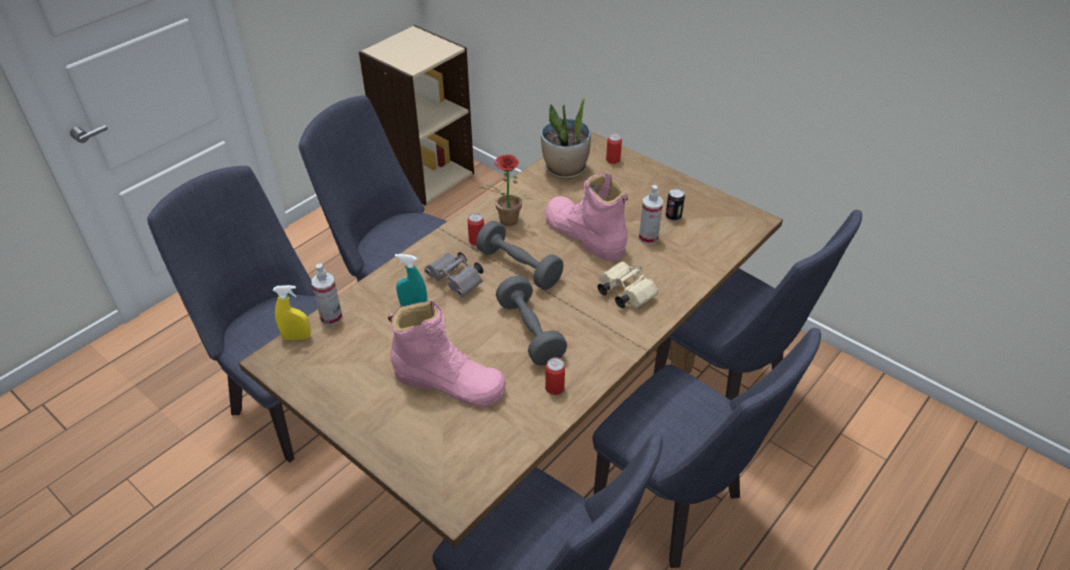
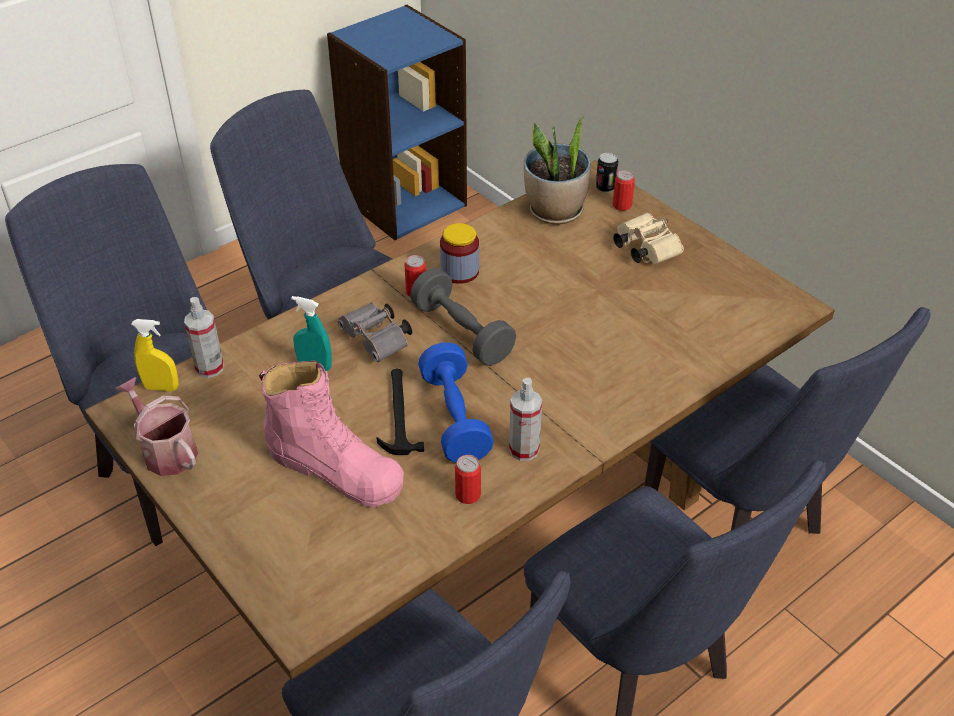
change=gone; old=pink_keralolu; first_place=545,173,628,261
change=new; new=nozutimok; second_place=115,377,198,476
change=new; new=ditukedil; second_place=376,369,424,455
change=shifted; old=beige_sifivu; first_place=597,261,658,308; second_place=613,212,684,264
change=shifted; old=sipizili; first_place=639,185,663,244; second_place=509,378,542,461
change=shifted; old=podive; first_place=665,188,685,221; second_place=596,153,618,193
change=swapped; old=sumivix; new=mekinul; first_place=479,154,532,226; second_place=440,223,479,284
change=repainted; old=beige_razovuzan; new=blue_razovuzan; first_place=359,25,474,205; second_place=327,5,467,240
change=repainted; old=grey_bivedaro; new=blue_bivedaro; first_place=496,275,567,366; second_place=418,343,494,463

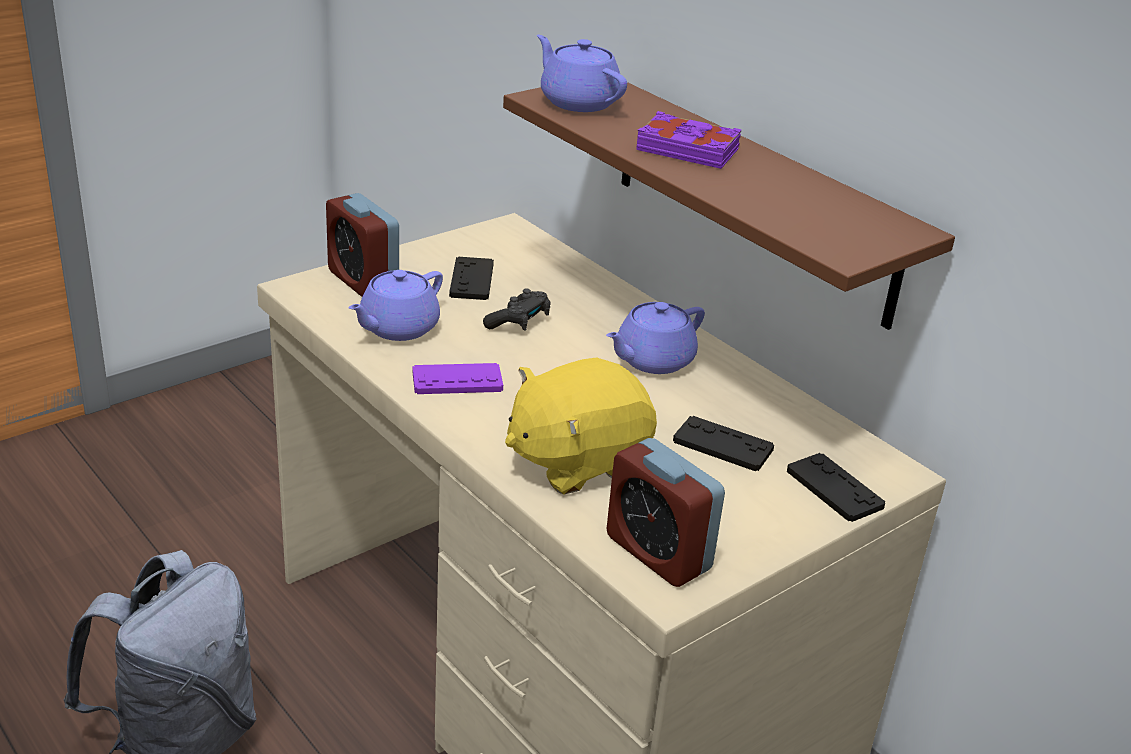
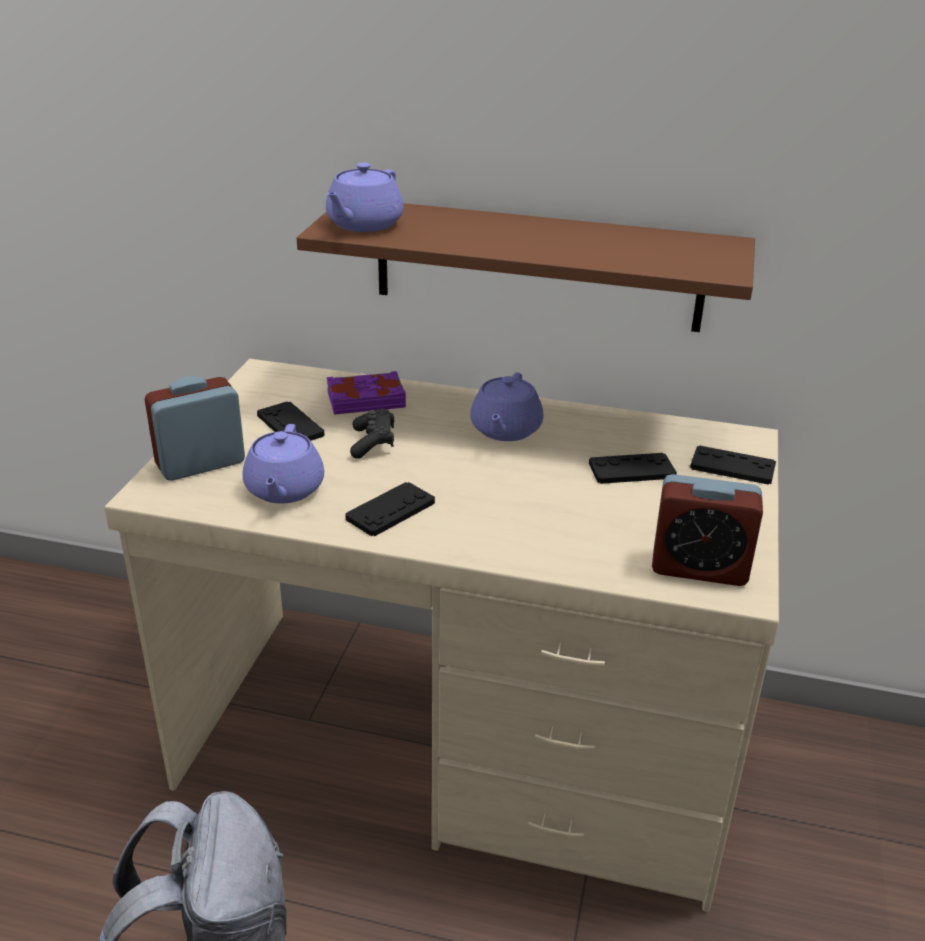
change=gone; old=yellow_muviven; first_place=505,357,657,495
change=shifted; old=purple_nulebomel; first_place=636,111,742,169; second_place=326,371,406,415
change=repainted; old=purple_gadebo; new=black_gadebo; first_place=412,363,503,394; second_place=345,482,435,536
change=rotated; old=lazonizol; first_place=326,193,399,297; second_place=144,376,245,481; degrees=135
change=rotated; old=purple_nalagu; first_place=537,35,627,112; second_place=326,162,404,232; degrees=-75

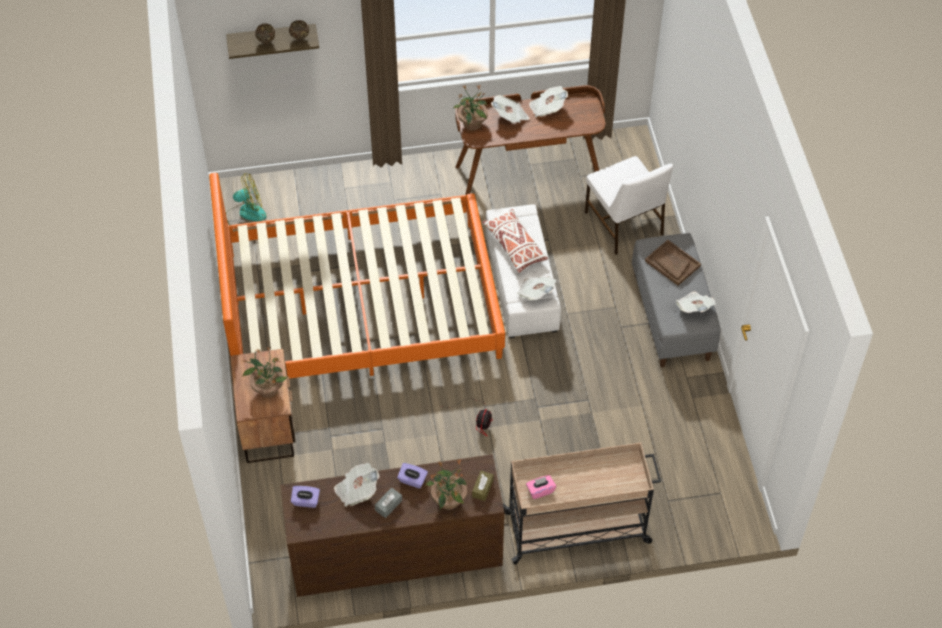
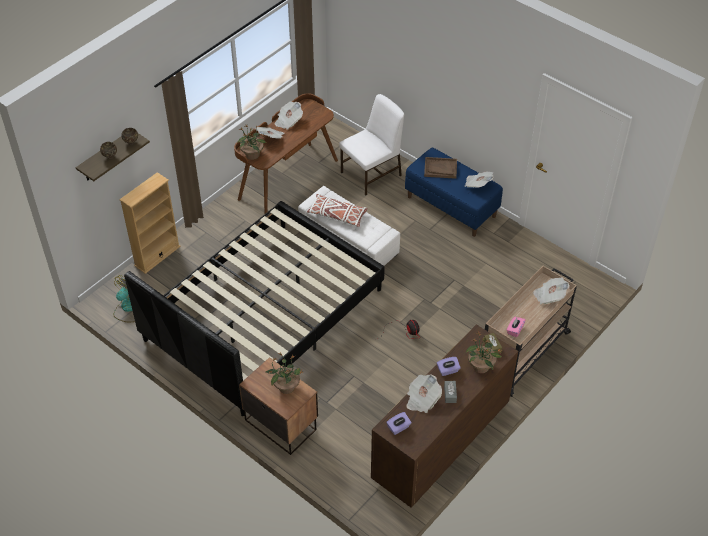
change=new; new=beige_razovuzan; second_place=119,172,180,274
change=shifted; old=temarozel; first_place=517,276,556,300; second_place=533,277,569,305
change=repainted; old=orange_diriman; new=black_diriman; first_place=209,173,505,379; second_place=124,201,385,416
change=repainted; old=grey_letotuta; new=blue_letotuta; first_place=632,233,720,367; second_place=405,147,503,237
change=rotated; old=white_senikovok; first_place=585,156,673,255; second_place=339,94,404,195; degrees=-60

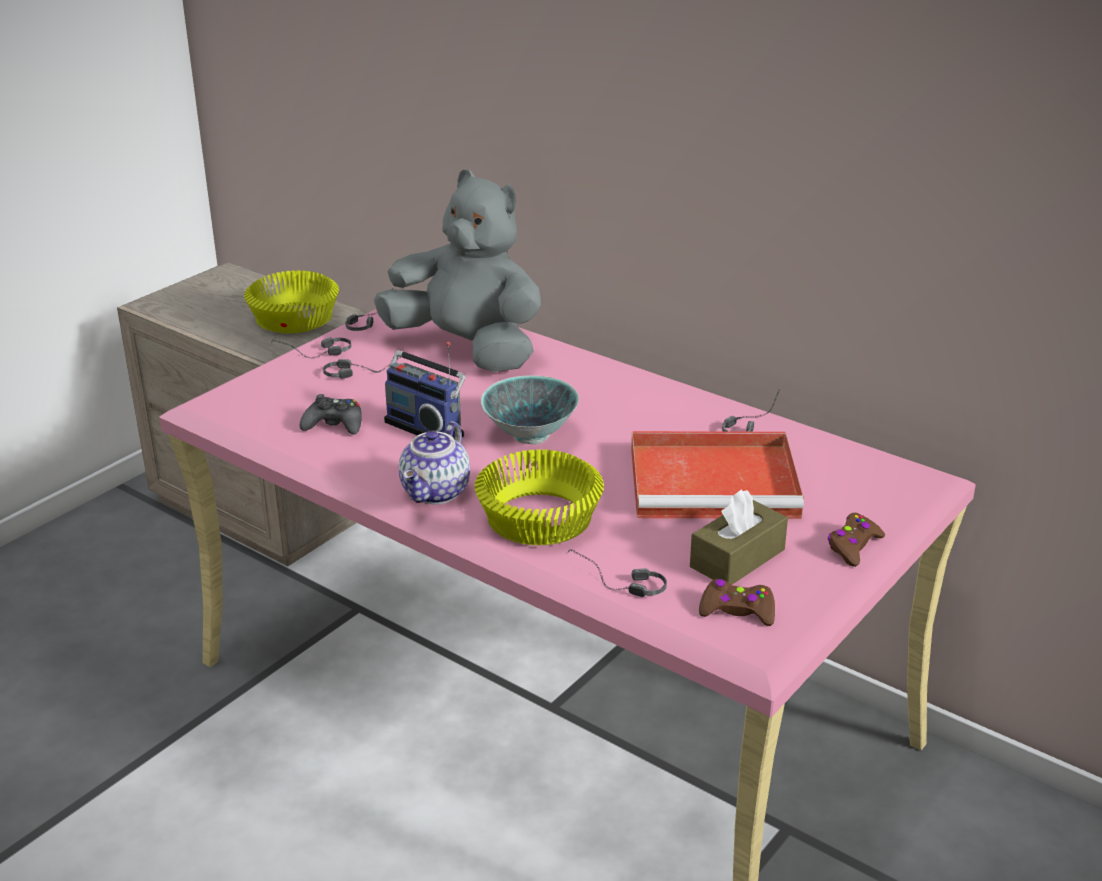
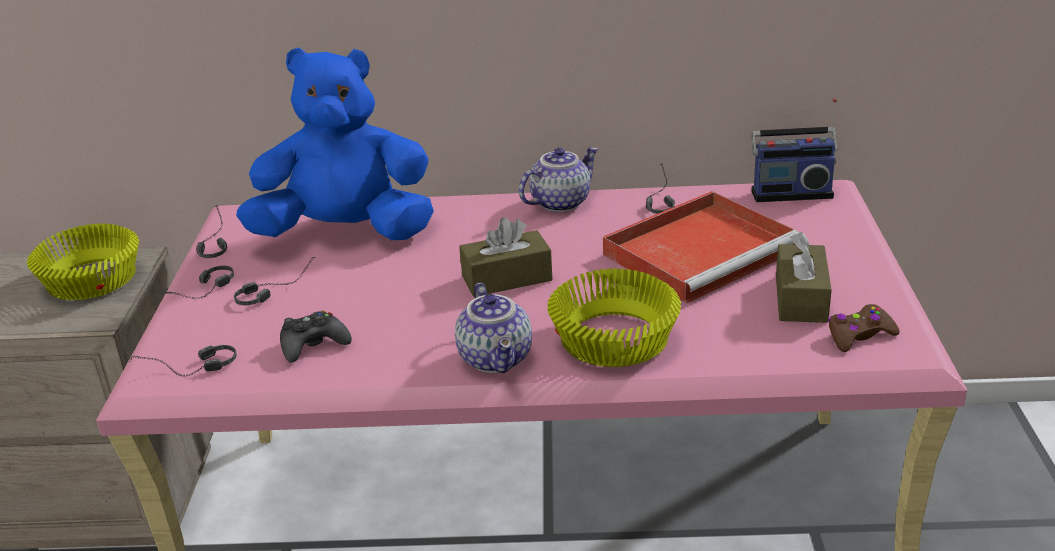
change=gone; old=brown_gadebo; first_place=827,513,885,567
change=new; new=nalagu; second_place=519,147,599,212
change=shifted; old=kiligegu; first_place=384,342,466,438; second_place=752,98,838,202
change=shifted; old=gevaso; first_place=566,549,667,597; second_place=130,345,237,377
change=swapped; old=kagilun; new=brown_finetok; first_place=481,375,579,444; second_place=459,217,552,297
change=repainted; old=grey_muviven; new=blue_muviven; first_place=374,169,541,372; second_place=236,48,434,240

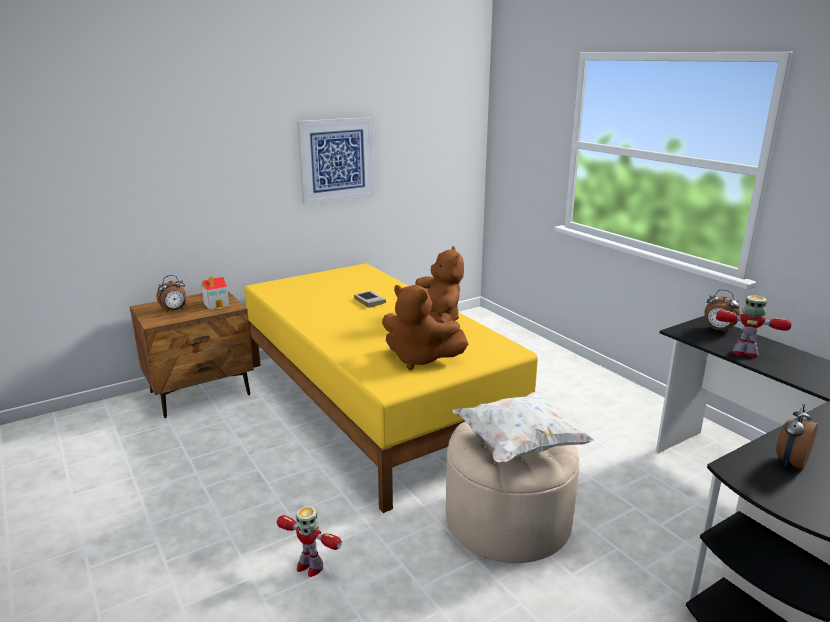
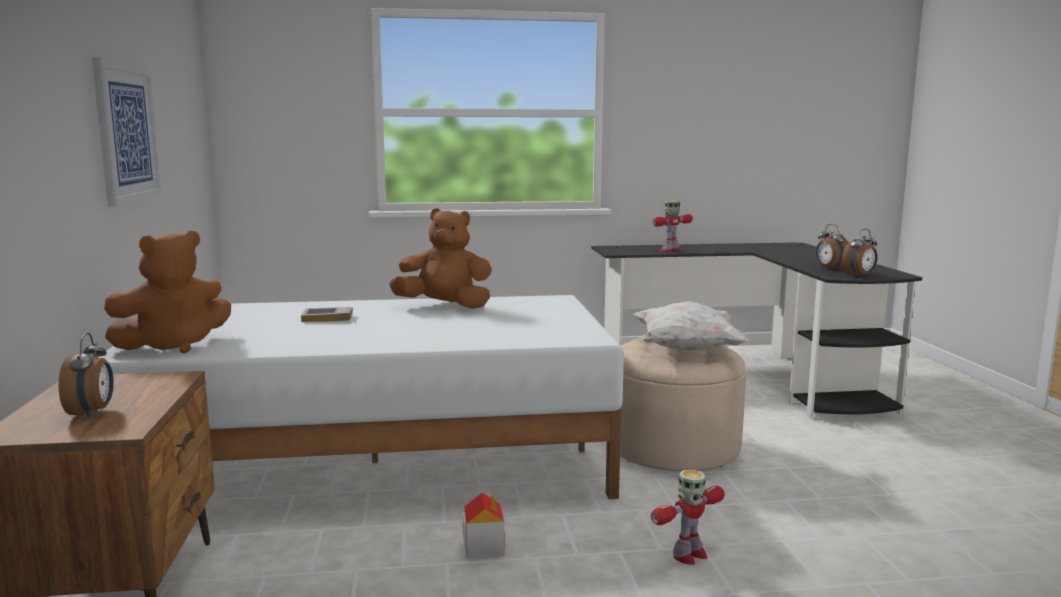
change=shifted; old=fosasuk; first_place=201,276,229,310; second_place=462,492,505,558
change=shifted; old=brown_muviven; first_place=382,285,469,370; second_place=104,231,231,353
change=shifted; old=lazonizol; first_place=704,289,740,333; second_place=842,229,878,277
change=repainted; old=yellow_diriman; new=white_diriman; first_place=244,263,538,513; second_place=99,295,624,499

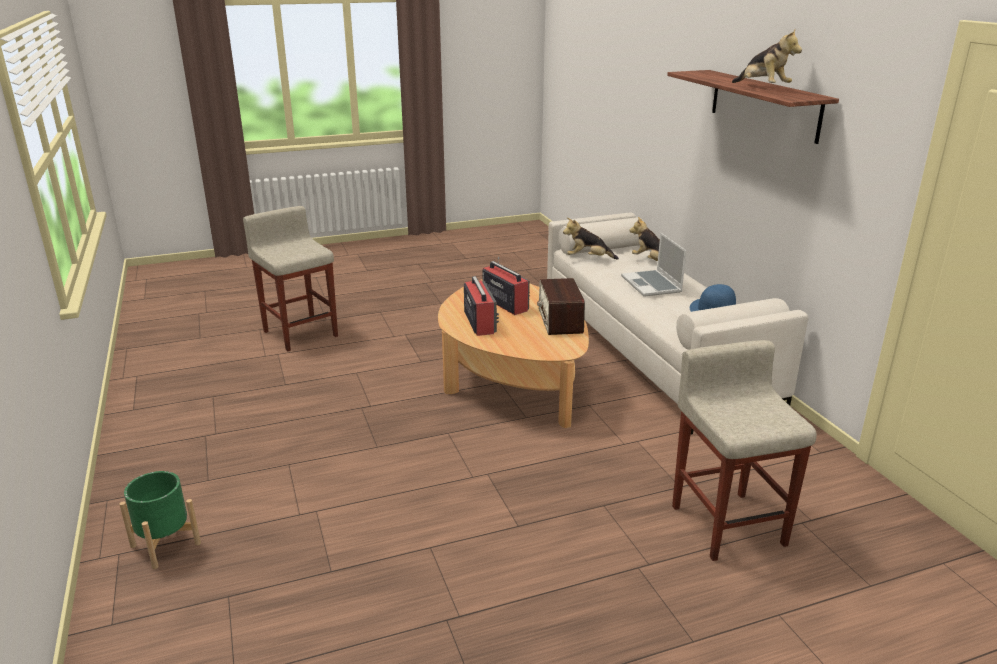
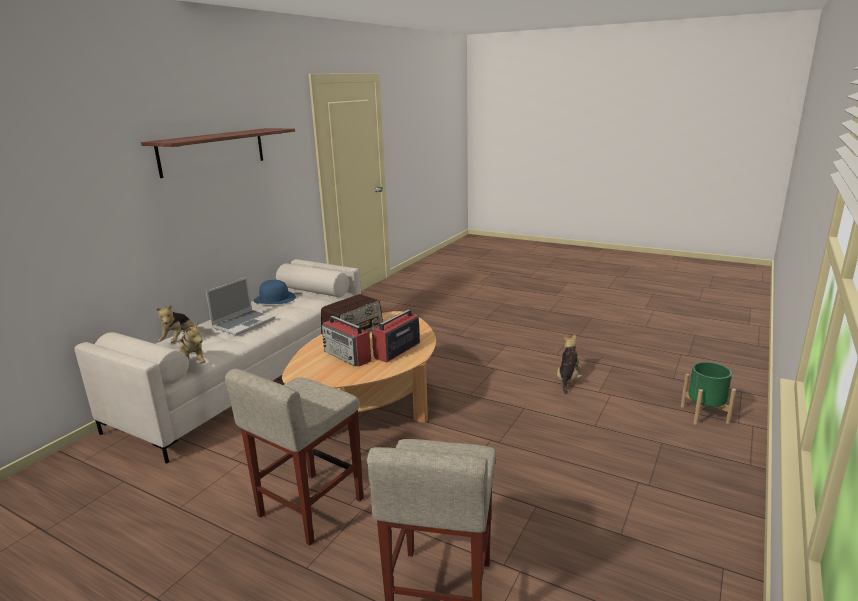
change=shifted; old=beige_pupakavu; first_place=672,340,817,561; second_place=225,369,363,546
change=shifted; old=muviven; first_place=732,30,802,83; second_place=557,335,582,394
change=rotated; old=kiligegu; first_place=482,257,530,315; second_place=322,316,371,367; degrees=-60

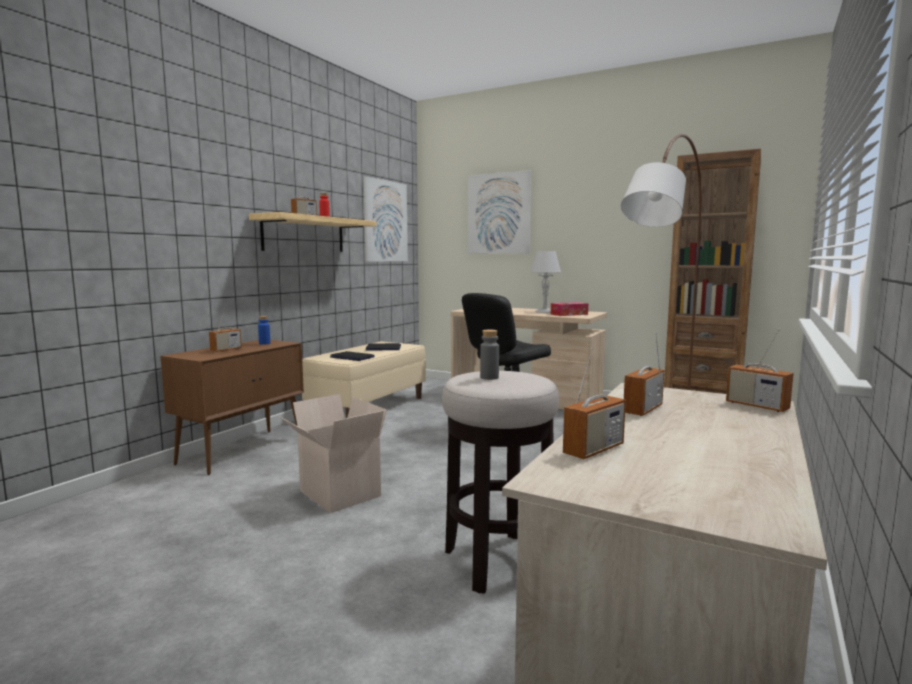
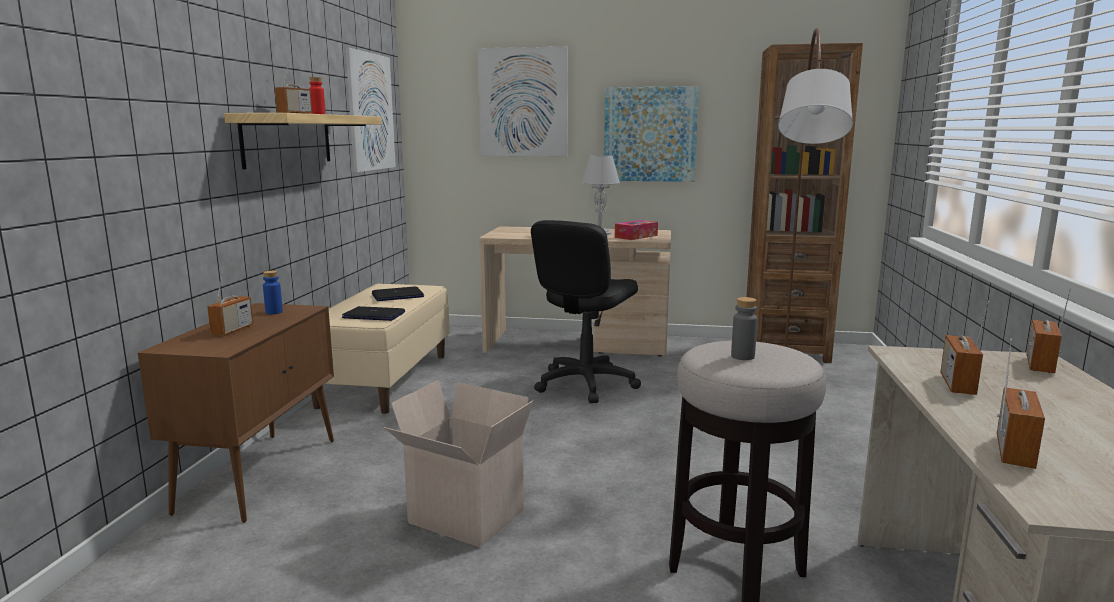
change=new; new=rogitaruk; second_place=604,86,699,182
change=rotated; old=kiligegu; first_place=726,329,794,412; second_place=1027,288,1071,373; degrees=90

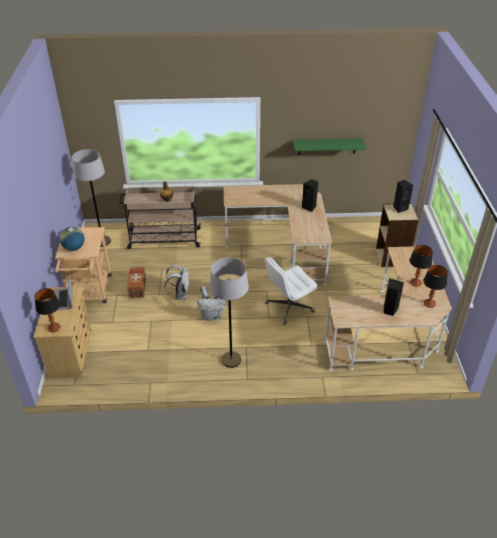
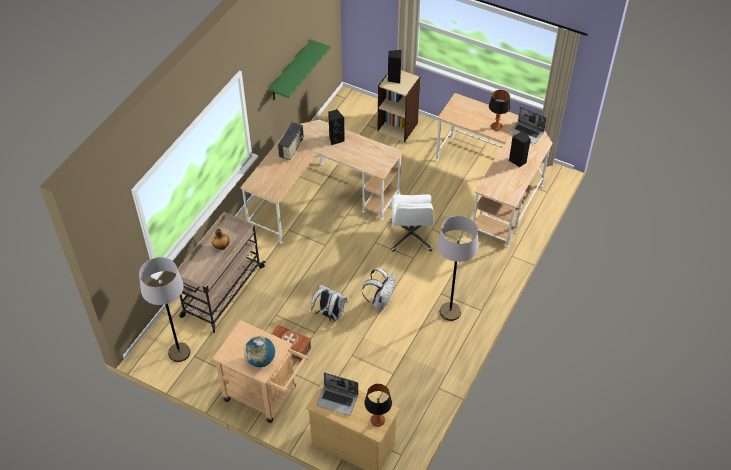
change=new; new=kiligegu; second_place=278,122,304,160
change=swapped; old=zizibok; new=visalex; first_place=423,265,448,308; second_place=509,107,547,144

